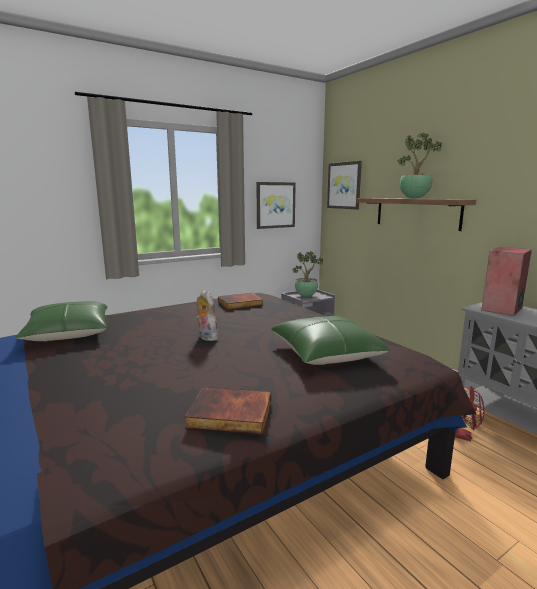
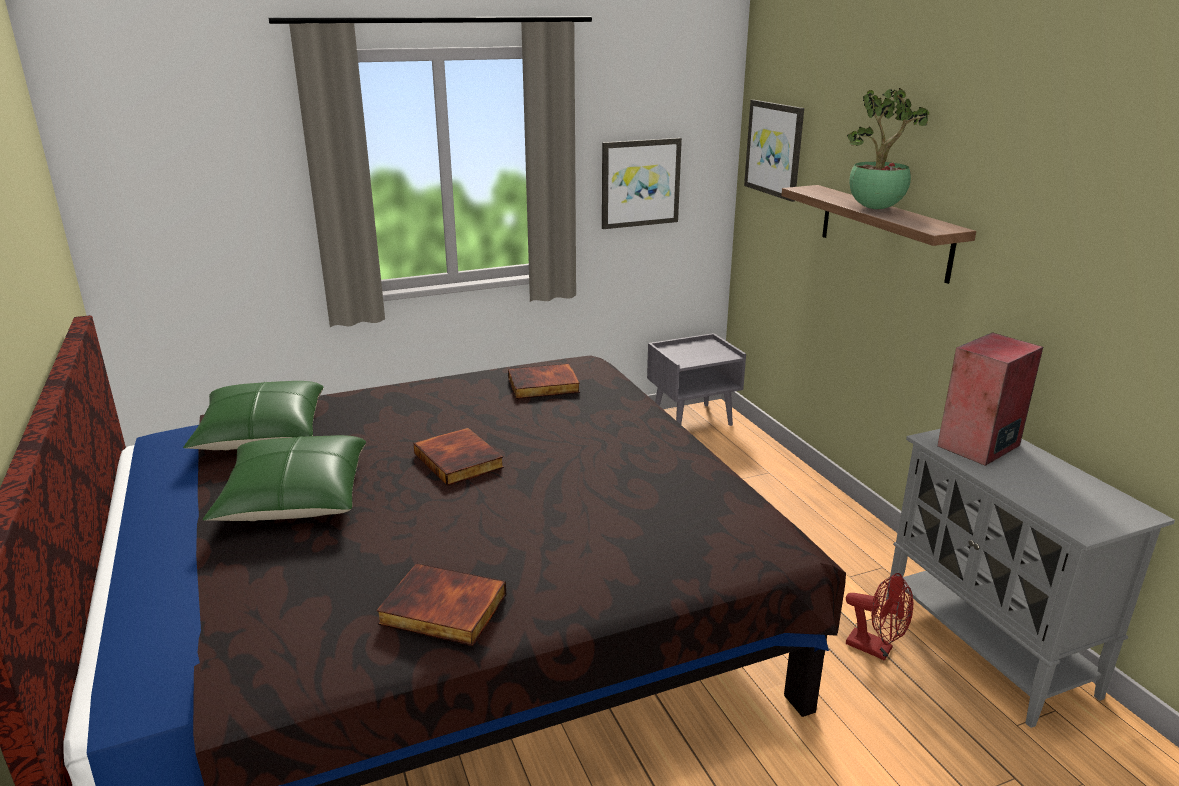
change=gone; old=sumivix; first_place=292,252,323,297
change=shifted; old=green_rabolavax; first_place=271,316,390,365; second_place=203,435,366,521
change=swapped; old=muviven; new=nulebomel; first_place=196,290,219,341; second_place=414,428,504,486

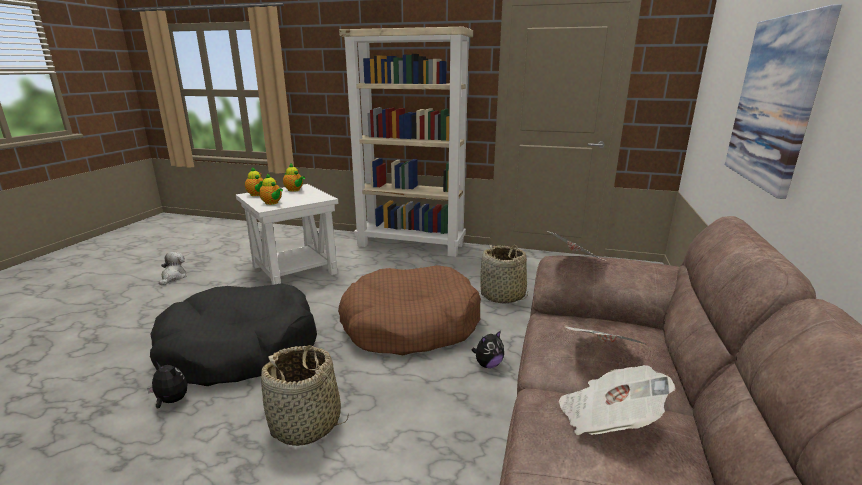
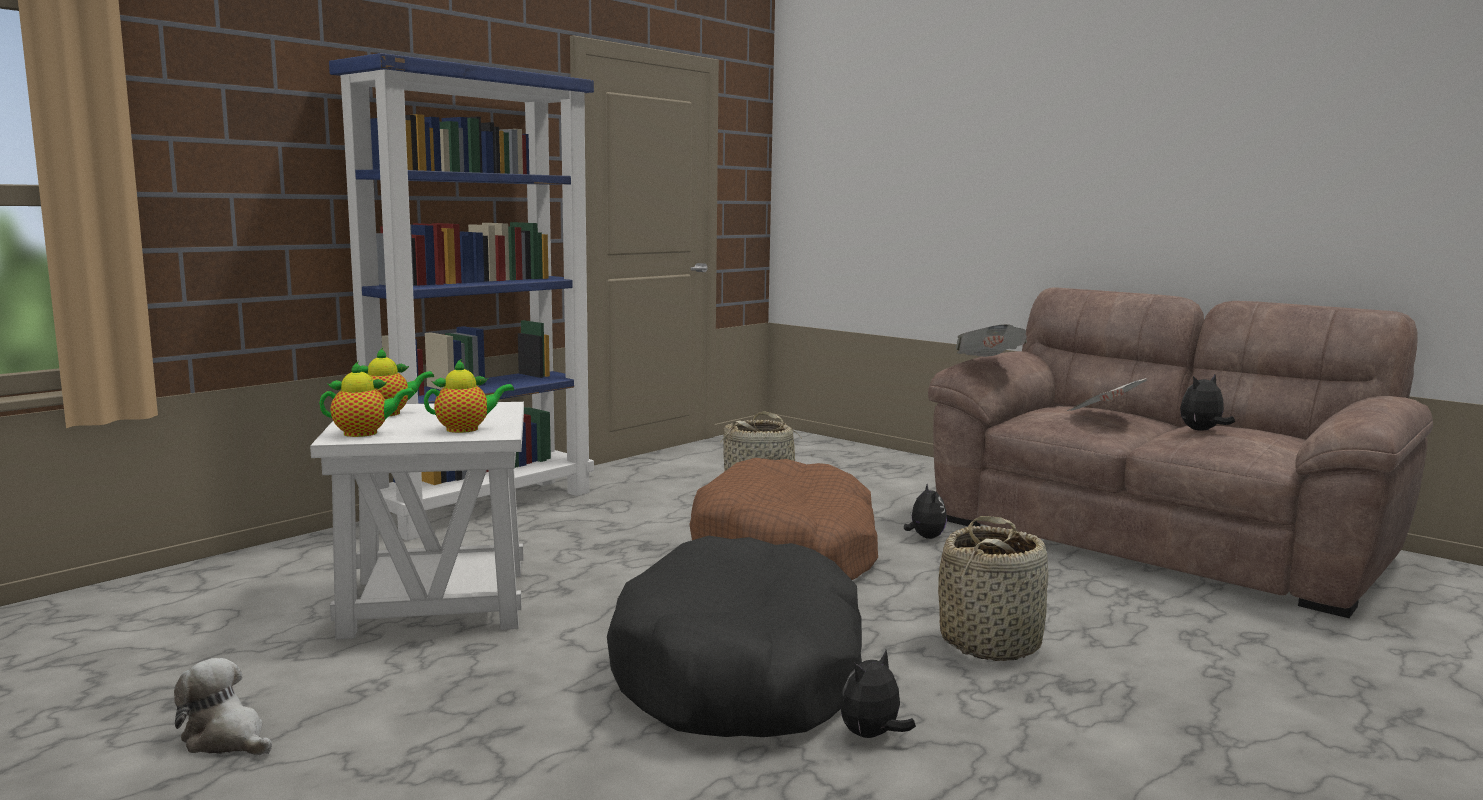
change=gone; old=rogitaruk; first_place=725,4,842,199
change=swapped; old=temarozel; new=muviven; first_place=558,365,675,435; second_place=1180,375,1235,430
change=repainted; old=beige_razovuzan; new=blue_razovuzan; first_place=339,27,473,257; second_place=329,53,594,541

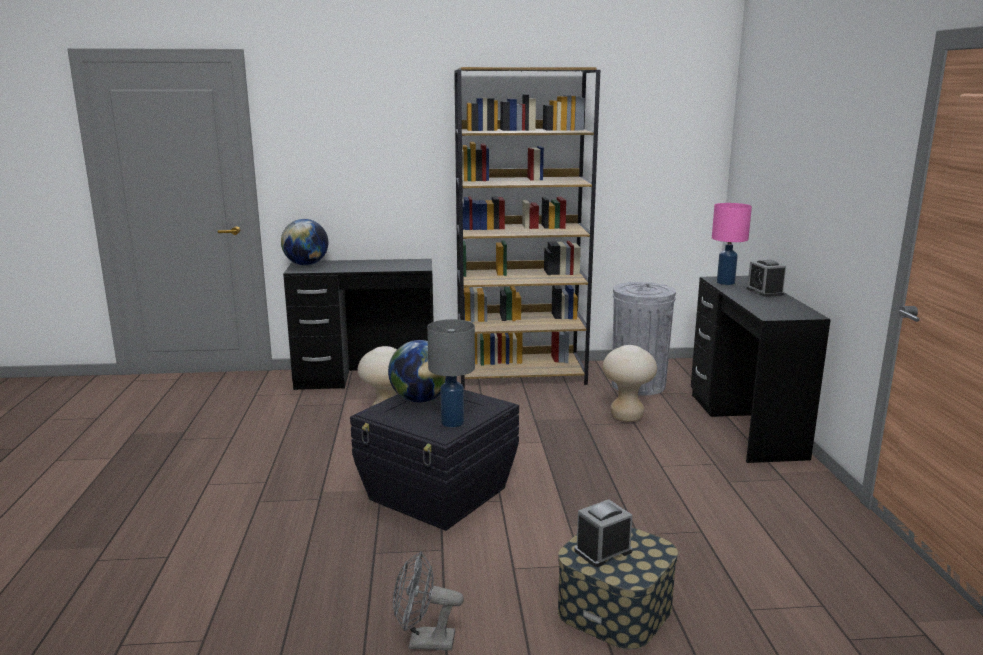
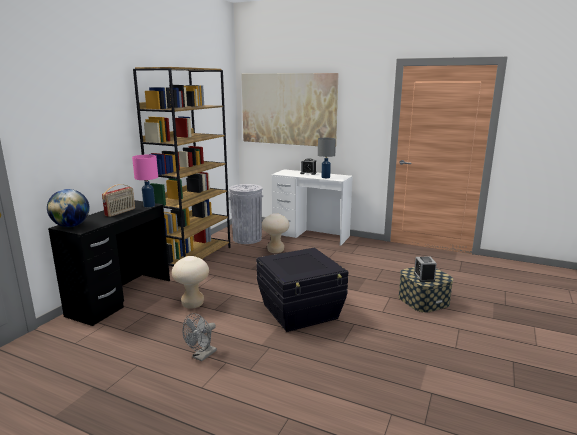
change=gone; old=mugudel; first_place=388,340,447,402
change=new; new=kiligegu; second_place=102,184,135,217
change=new; new=rogitaruk; second_place=241,73,339,146
change=shifted; old=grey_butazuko; first_place=393,551,464,651; second_place=183,313,217,362
change=shifted; old=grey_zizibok; first_place=427,319,475,427; second_place=318,138,336,178
change=shifted; old=pink_zizibok; first_place=712,203,752,285; second_place=132,155,158,207
change=repainted; old=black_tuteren; new=white_tuteren; first_place=691,276,831,463; second_place=272,169,353,246

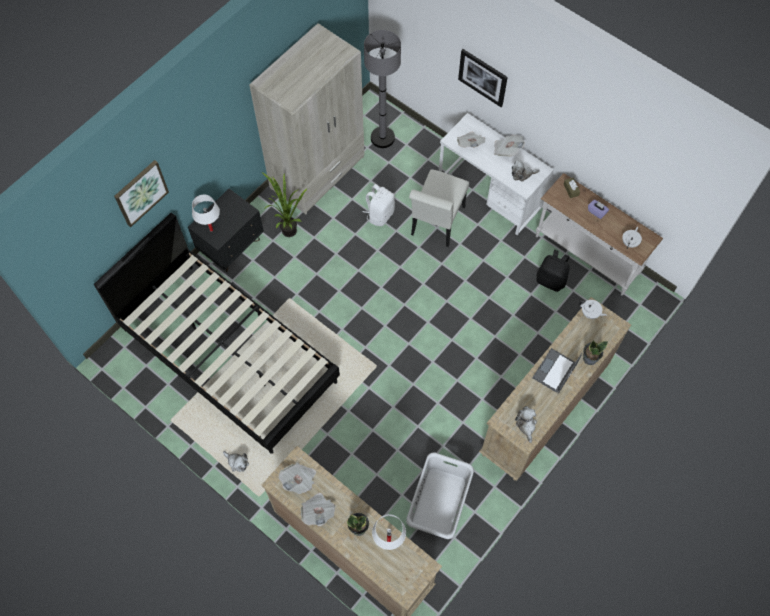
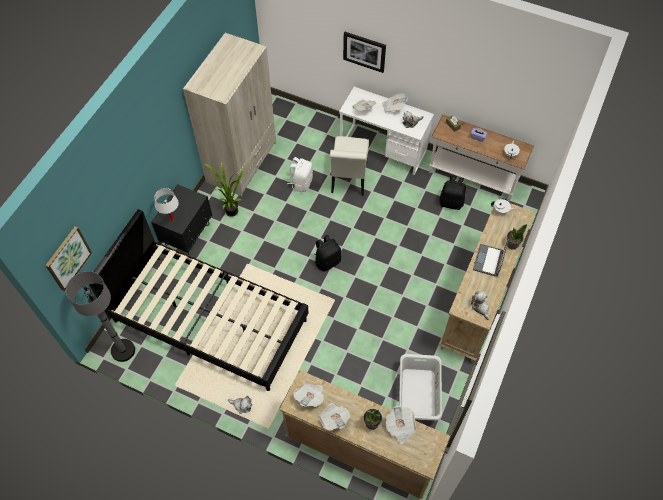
change=new; new=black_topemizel; second_place=315,235,341,272
change=shifted; old=rogitaruk; first_place=114,160,169,227; second_place=45,226,92,291
change=shifted; old=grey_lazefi; first_place=364,30,401,148; second_place=66,271,135,362
change=swapped; old=white_zizibok; new=temarozel; first_place=372,514,406,550; second_place=386,405,416,444

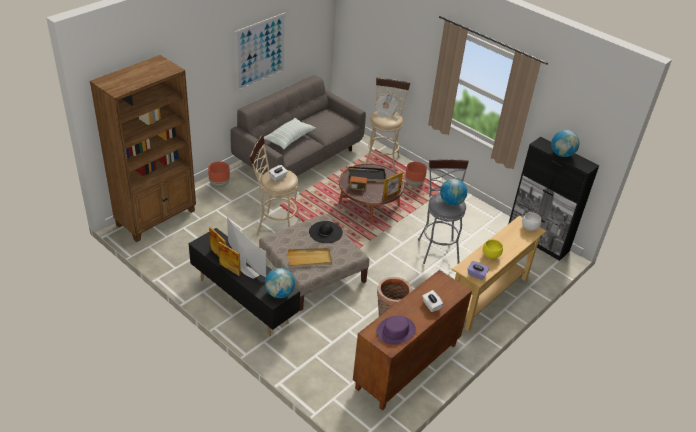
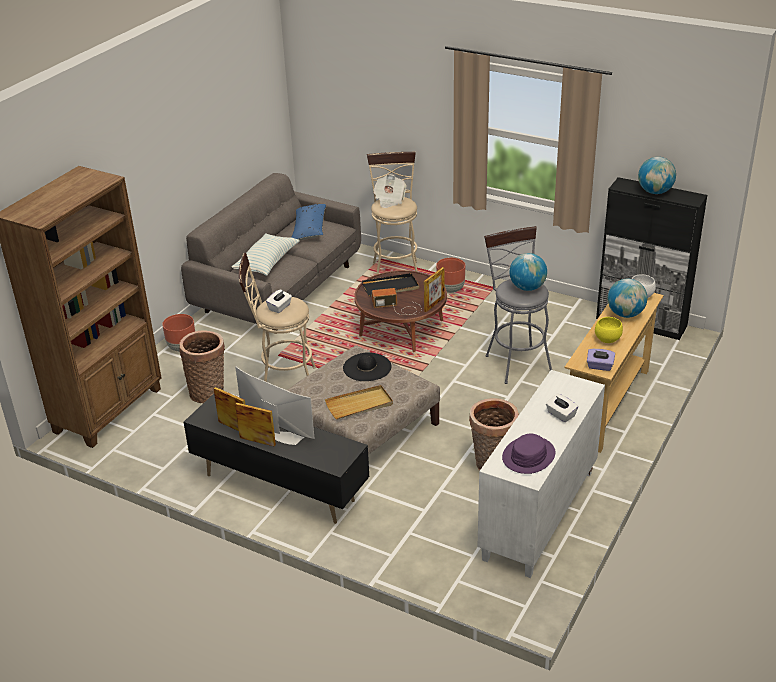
change=gone; old=rogitaruk; first_place=235,12,286,92
change=new; new=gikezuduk; second_place=179,330,225,403
change=new; new=blue_rabolavax; second_place=291,204,326,240
change=shifted; old=mugudel; first_place=265,268,295,298; second_place=608,278,647,318
change=repainted; old=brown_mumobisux; new=white_mumobisux; first_place=353,270,472,411; second_place=478,370,605,578

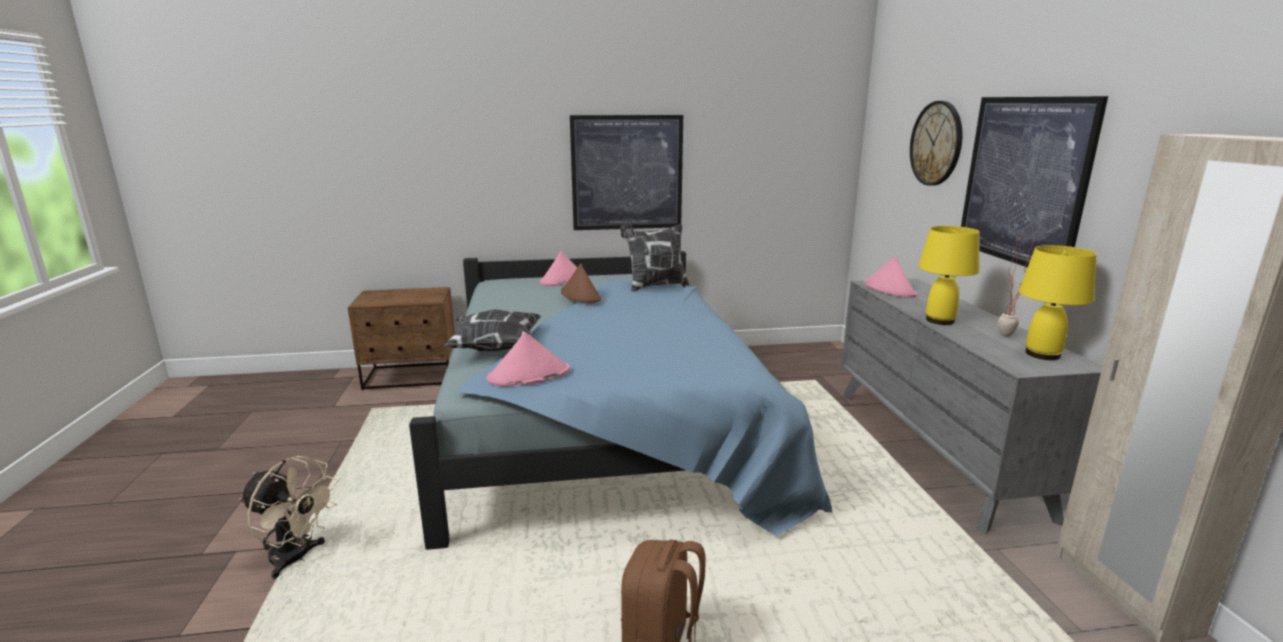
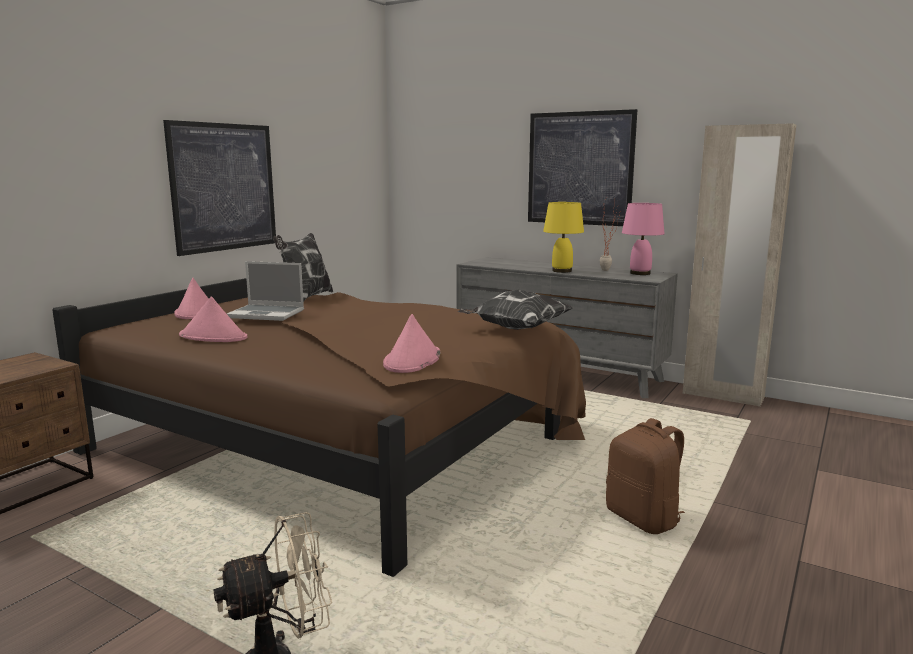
change=gone; old=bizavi; first_place=910,101,962,186
change=shifted; old=rabolavax; first_place=444,309,541,351; second_place=458,290,573,330
change=shifted; old=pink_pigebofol; first_place=864,256,917,298; second_place=179,297,247,342
change=swapped; old=brown_pigebofol; new=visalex; first_place=561,263,601,303; second_place=227,261,304,321
change=repainted; old=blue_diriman; new=brown_diriman; first_place=409,251,832,550; second_place=52,278,586,577
change=repainted; old=yellow_zizibok; new=pink_zizibok; first_place=1019,245,1097,360; second_place=622,203,665,275

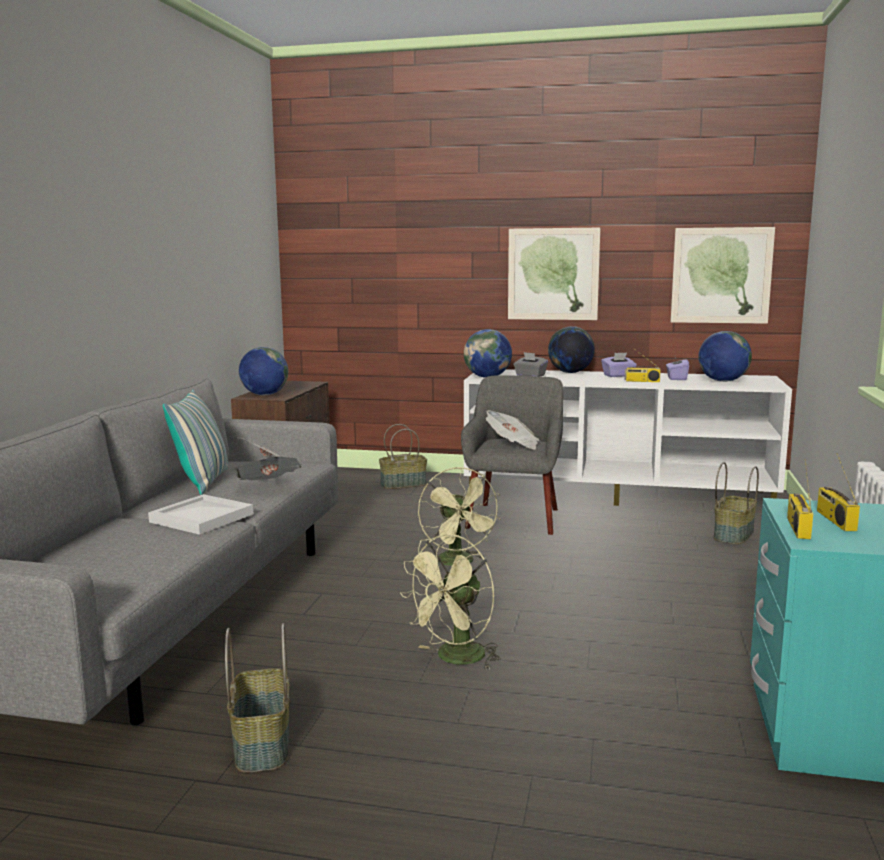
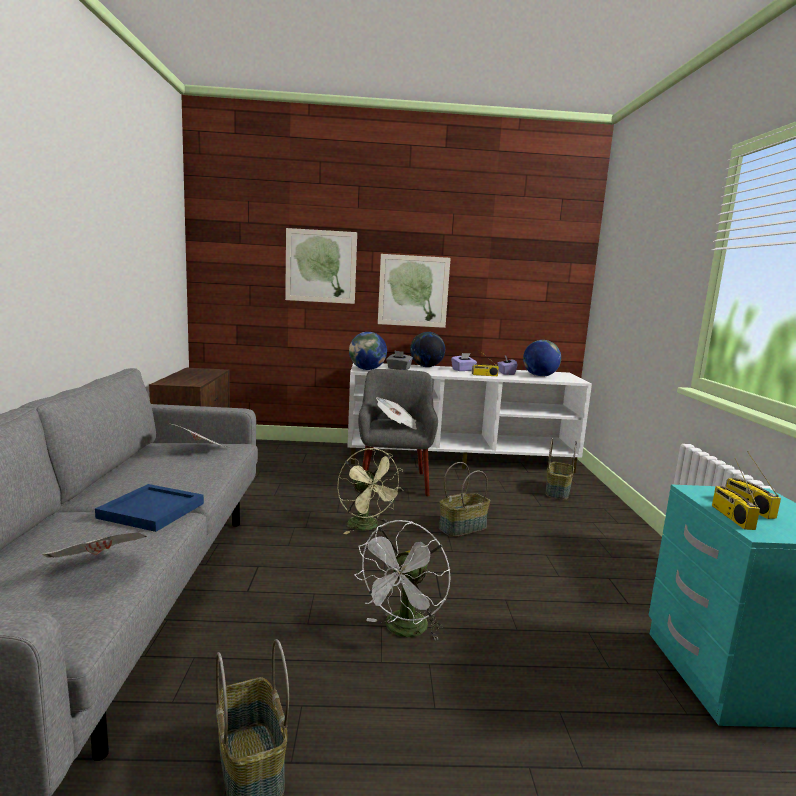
change=gone; old=rabolavax; first_place=163,390,228,495
change=gone; old=mugudel; first_place=239,347,288,395
change=shifted; old=temarozel; first_place=234,456,301,480; second_place=40,533,147,558
change=shifted; old=gikezuduk; first_place=379,424,427,489; second_place=439,462,490,537
change=shifted; old=rogitaruk; first_place=671,227,775,324; second_place=285,228,357,304
change=repainted; old=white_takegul; new=blue_takegul; first_place=148,494,253,535; second_place=95,484,204,532
change=repainted; old=green_butazuko; new=white_butazuko; first_place=400,534,501,670; second_place=354,520,451,641

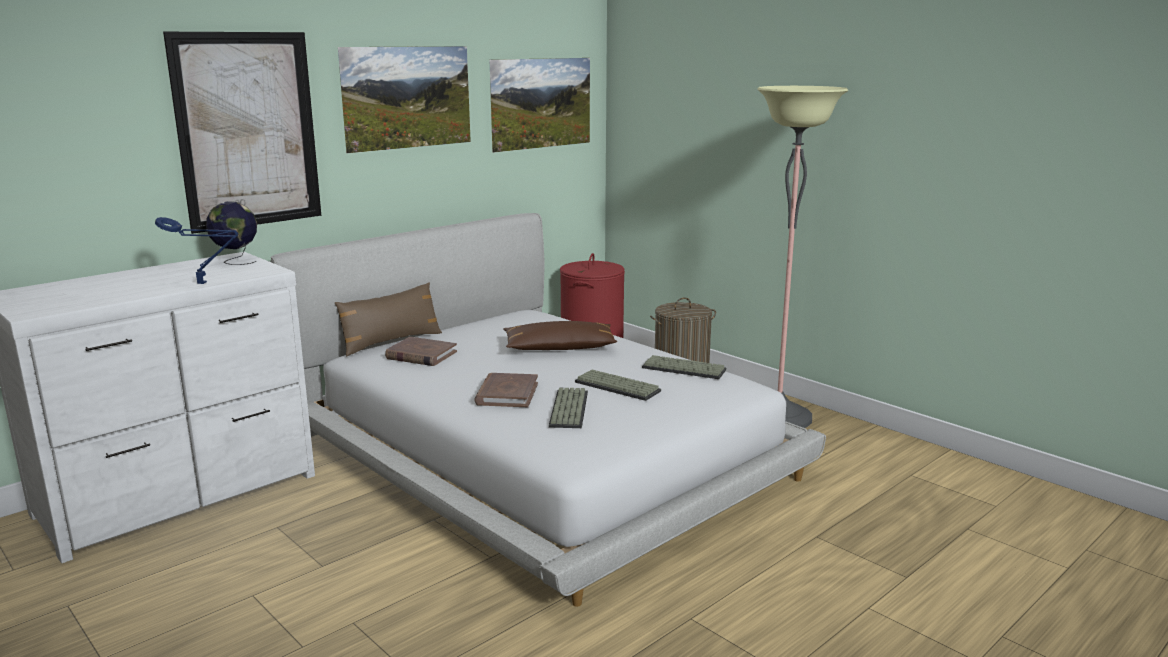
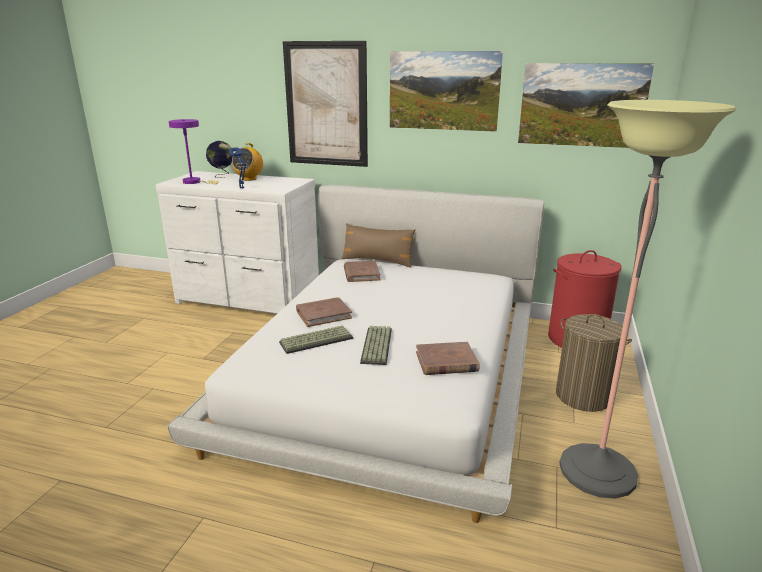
change=gone; old=brown_rabolavax; first_place=503,321,617,350
change=new; new=purple_zizibok; second_place=168,119,219,184
change=new; new=kiligegu; second_place=232,143,263,181
change=shifted; old=mugudel; first_place=206,201,257,265; second_place=206,141,233,178
change=swapped; old=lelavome; new=brown_nulebomel; first_place=642,355,726,379; second_place=416,342,480,375

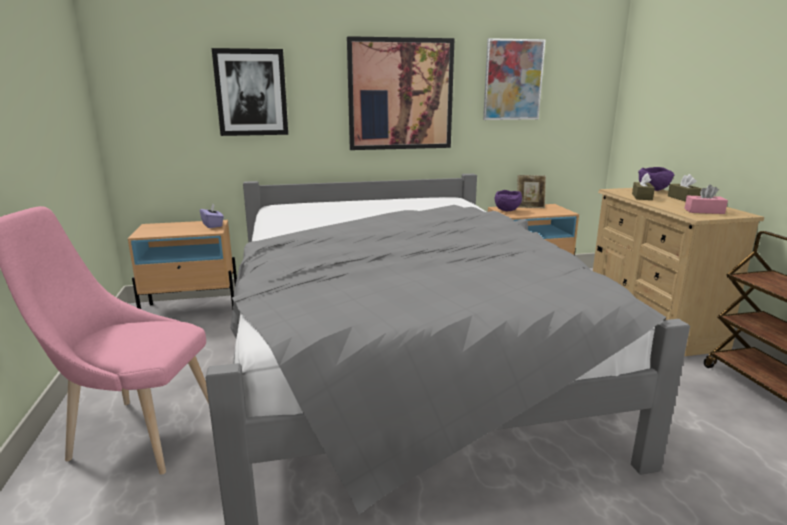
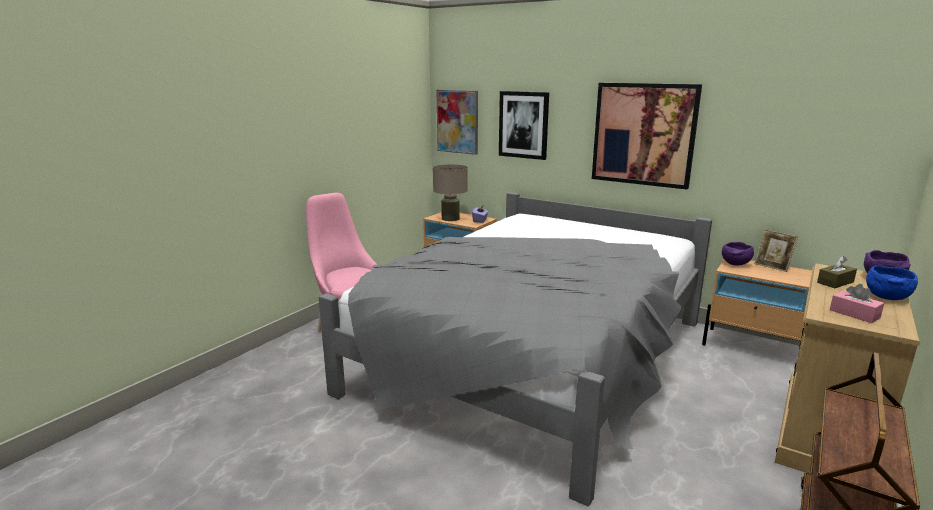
change=new; new=beige_zizibok; second_place=433,165,468,221
change=shifted; old=rogitaruk; first_place=483,38,546,120; second_place=436,90,478,155
change=swapped; old=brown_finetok; new=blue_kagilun; first_place=668,174,702,202; second_place=866,265,918,300

